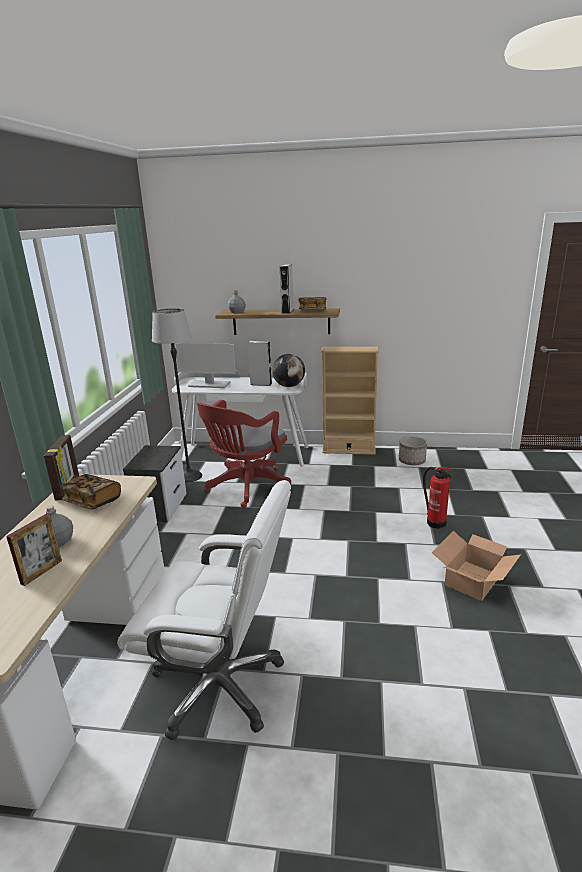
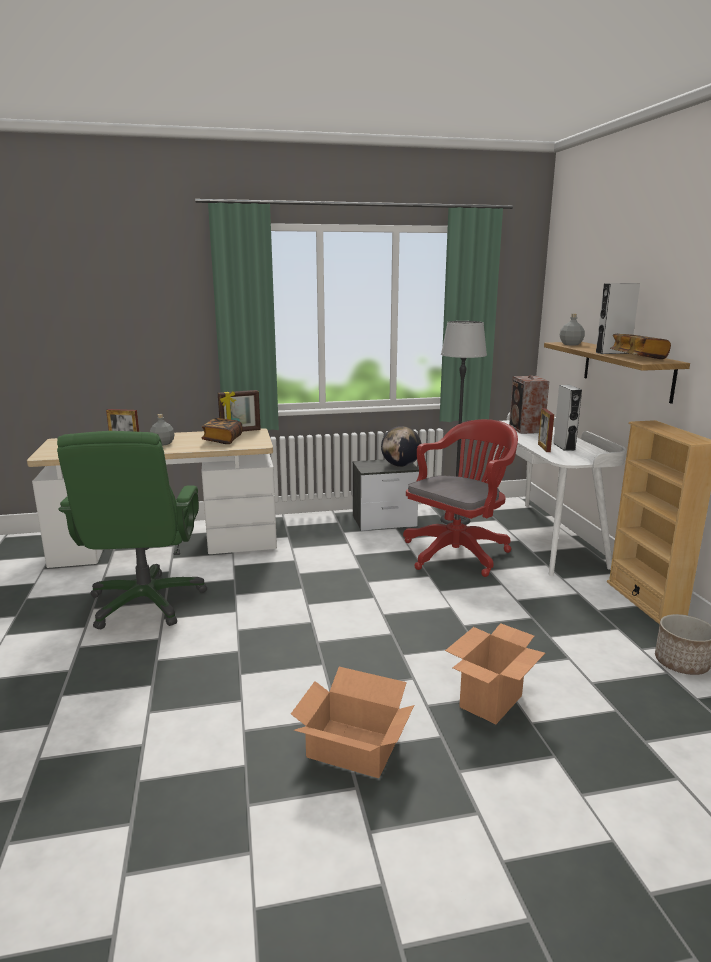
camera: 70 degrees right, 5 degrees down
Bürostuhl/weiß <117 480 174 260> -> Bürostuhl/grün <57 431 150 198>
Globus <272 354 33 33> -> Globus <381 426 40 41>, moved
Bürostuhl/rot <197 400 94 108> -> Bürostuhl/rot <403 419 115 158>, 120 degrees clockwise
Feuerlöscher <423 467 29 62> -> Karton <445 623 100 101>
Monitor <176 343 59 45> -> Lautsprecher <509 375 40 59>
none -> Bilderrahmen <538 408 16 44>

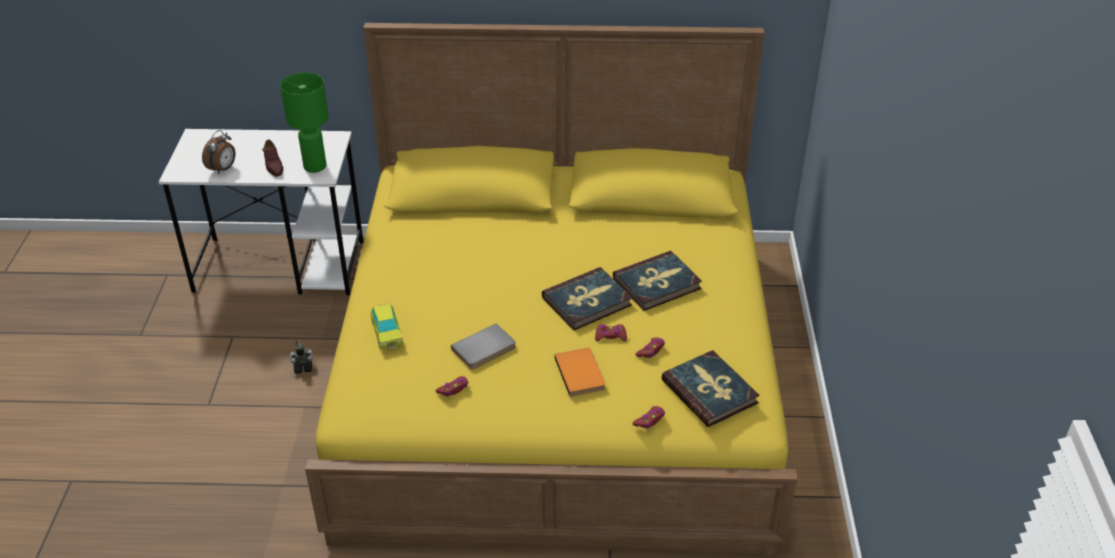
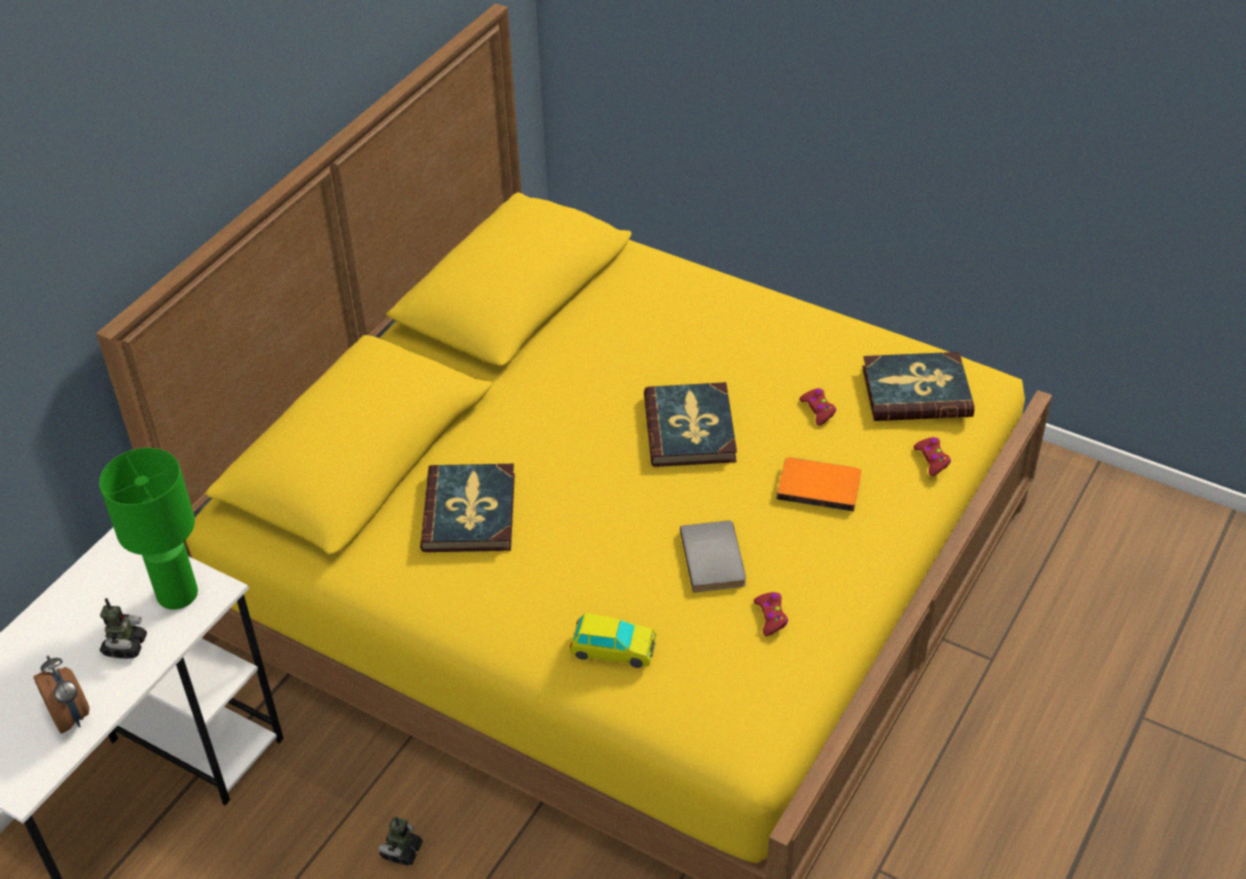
camera: 60 degrees left, 5 degrees up
Schuh/braun <262 139 21 38> -> Spielzeugroboter <100 598 47 61>
Buch <613 251 89 60> -> Buch <420 464 95 88>, moved
Gamepad/rot <595 324 32 18> -> none

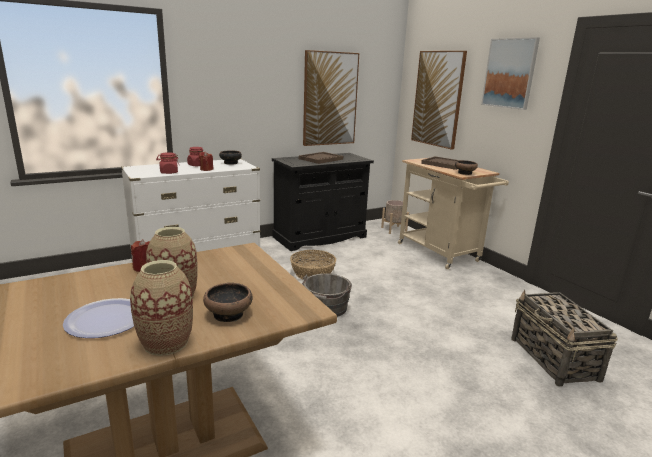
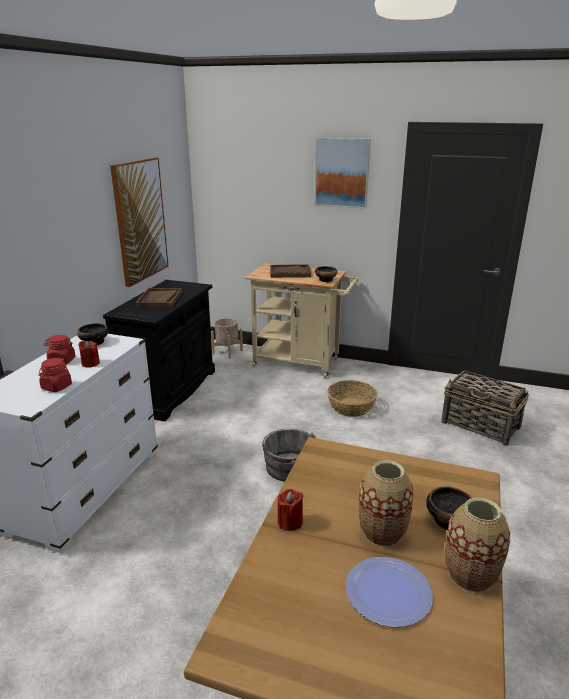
camera: 40 degrees left, 5 degrees up
Korb <290 250 46 30> -> Korb <327 380 50 37>, moved
Bild <411 51 56 99> -> none

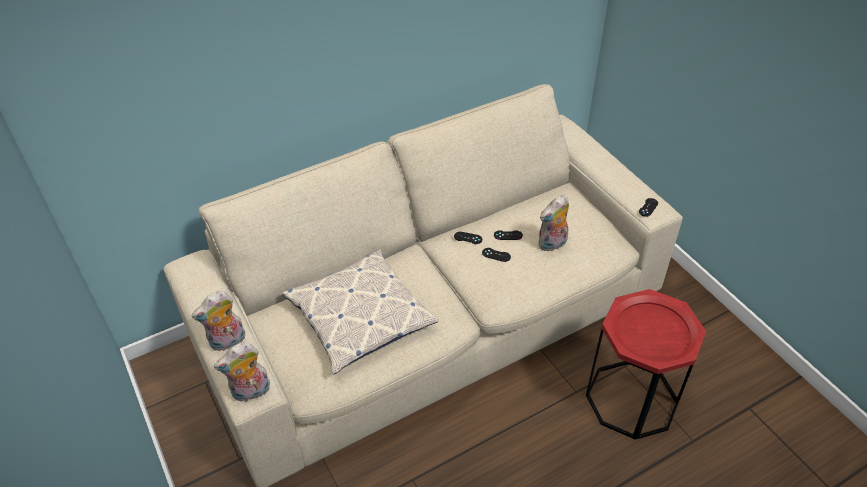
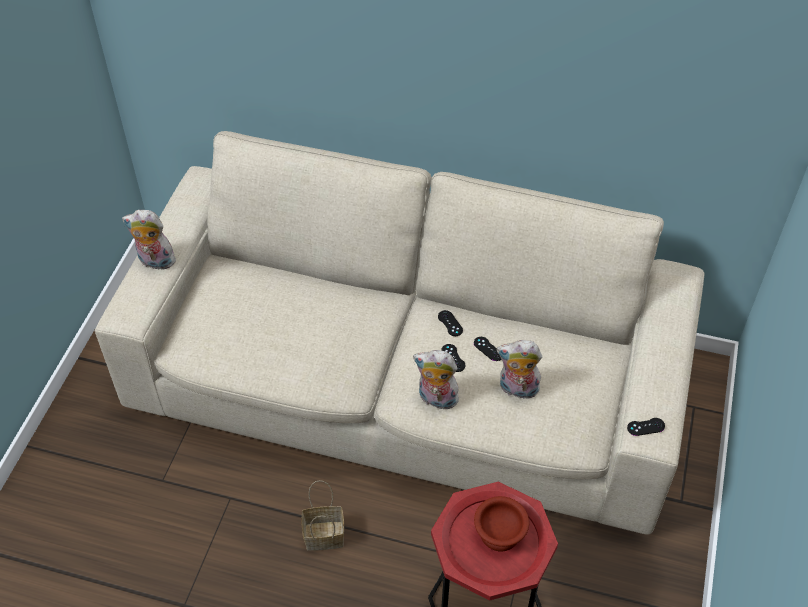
camera: 45 degrees right, 5 degrees up
none -> Korb <302 480 42 70>
Plüschtier <214 342 56 60> -> Plüschtier <413 350 46 59>, moved
none -> Schüssel/braun <474 496 55 55>
Kissen <282 250 157 124> -> none

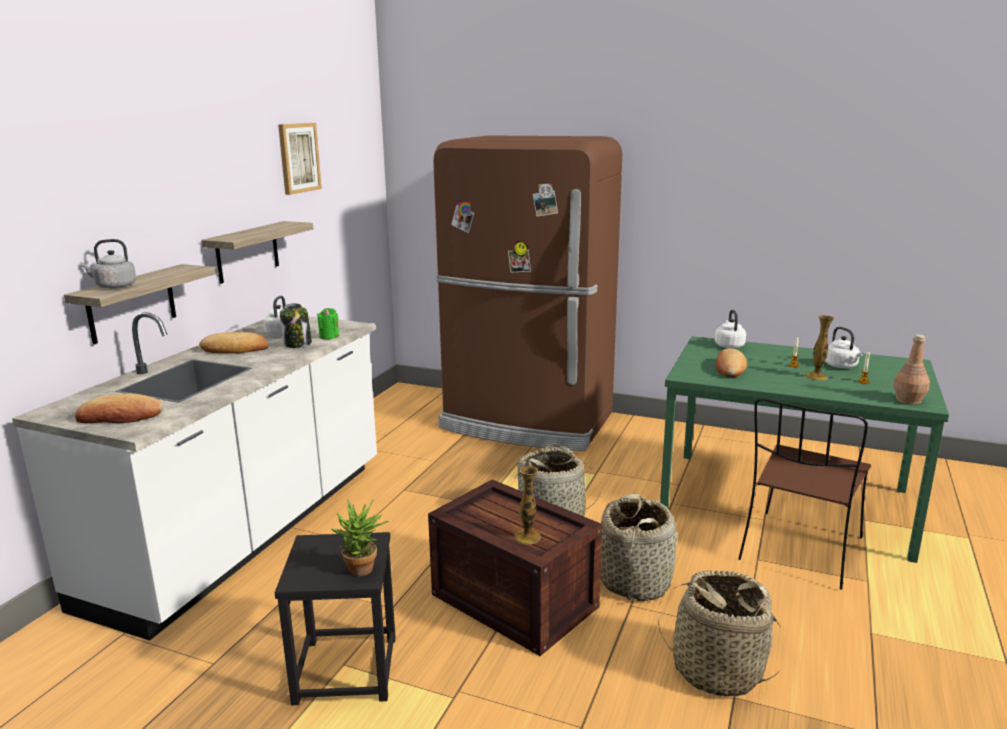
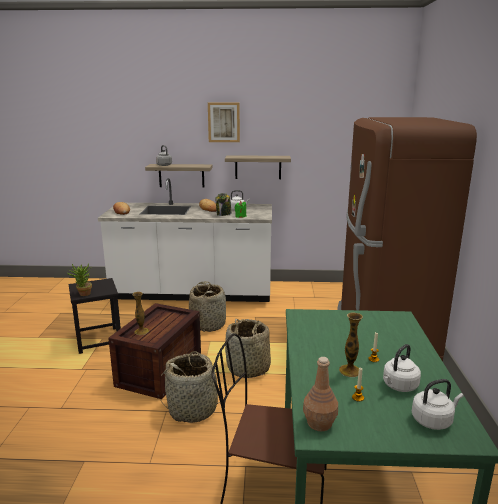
camera: 70 degrees right, 0 degrees up
Korb <657 571 123 126> -> Korb <189 281 37 51>, moved
Bild <278 123 44 72> -> Bild <208 103 32 39>, moved
Wasserkessel/weiß <715 310 31 38> -> Wasserkessel/weiß <412 379 51 51>, moved
Brot <716 348 31 29> -> none

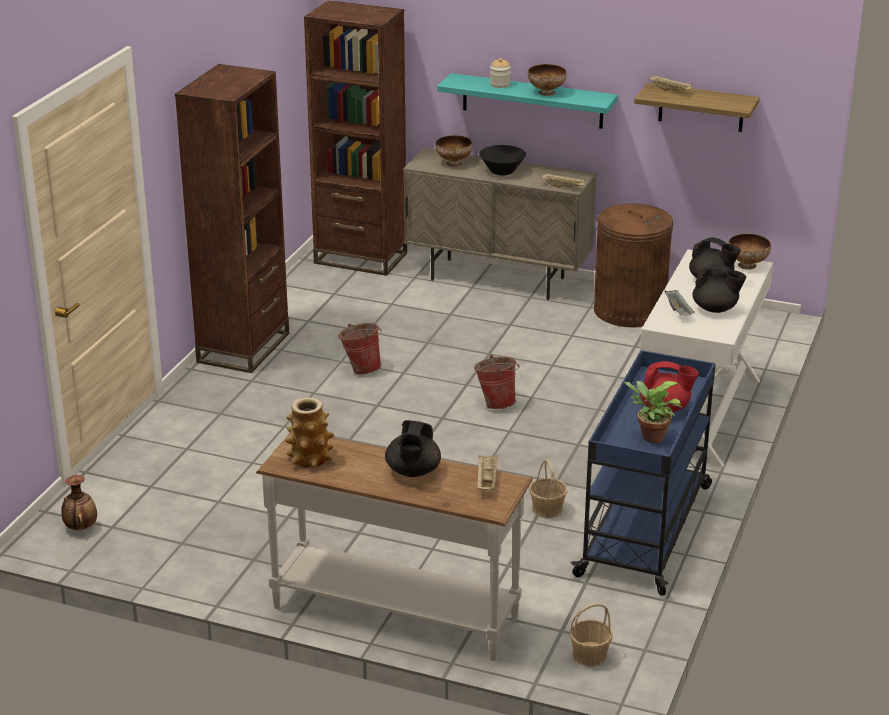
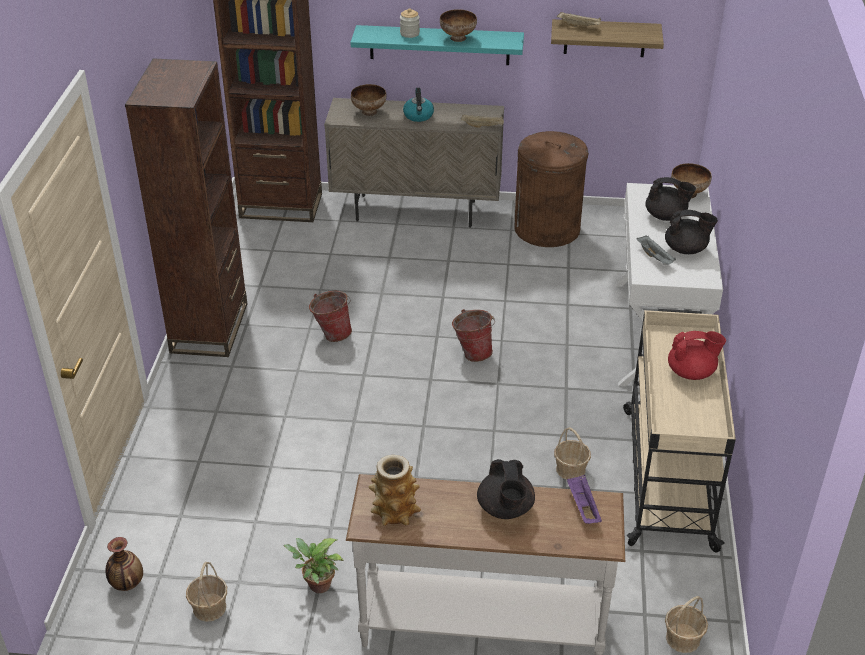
camera: 15 degrees left, 10 degrees up
none -> Korb <186 562 41 60>
Topfpflanze <623 381 59 62> -> Topfpflanze <283 538 60 55>, moved
Schüssel/schwarz <479 145 47 30> -> Wasserkessel <403 88 31 34>
Tablett/beige <477 455 21 35> -> Tablett/lila <567 475 35 49>
Rollwagen/blau <570 350 145 246> -> Rollwagen/beige <623 309 113 244>

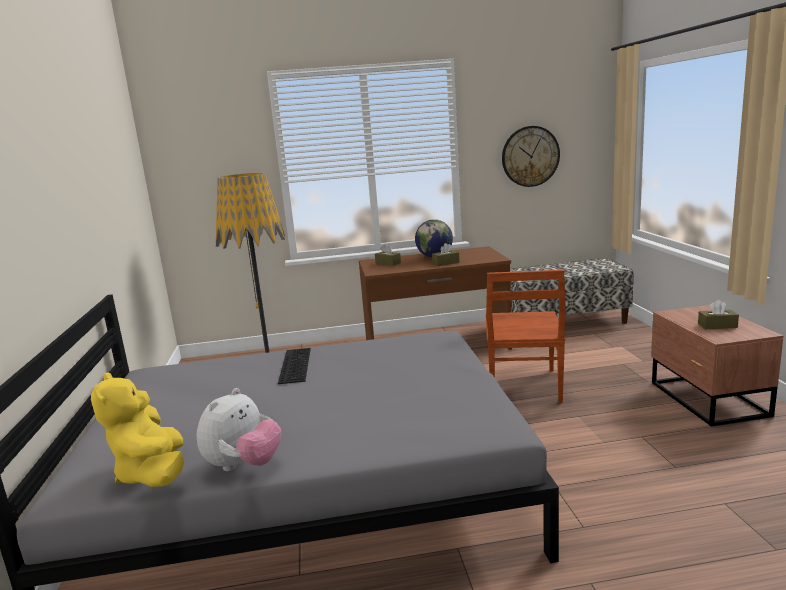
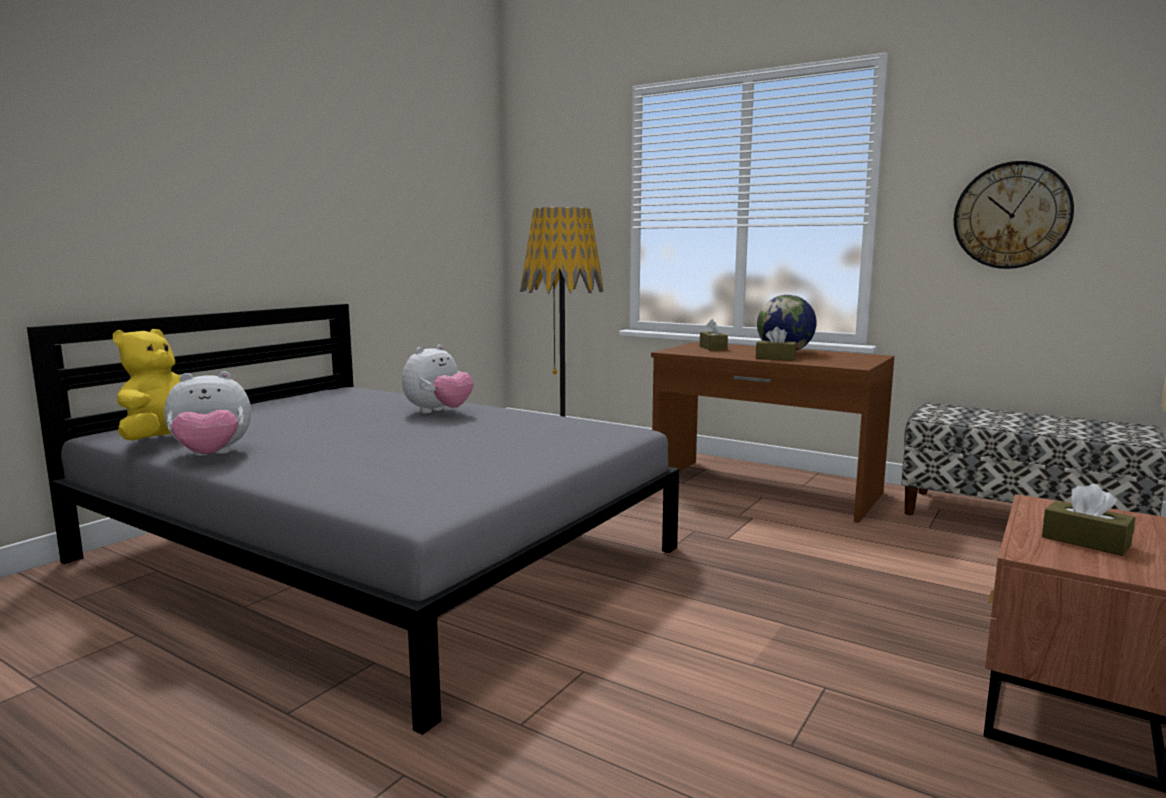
camera: 40 degrees right, 5 degrees down
Tastatur <278 348 33 36> -> Plüschtier <402 344 72 69>
Stuhl/braun <486 270 80 133> -> none

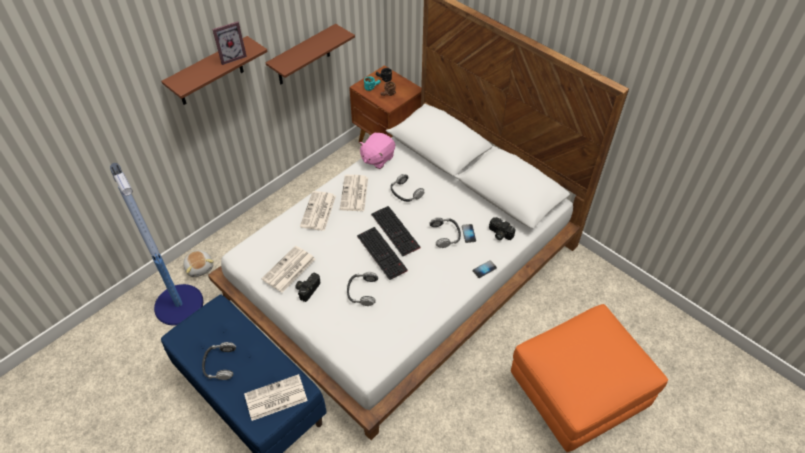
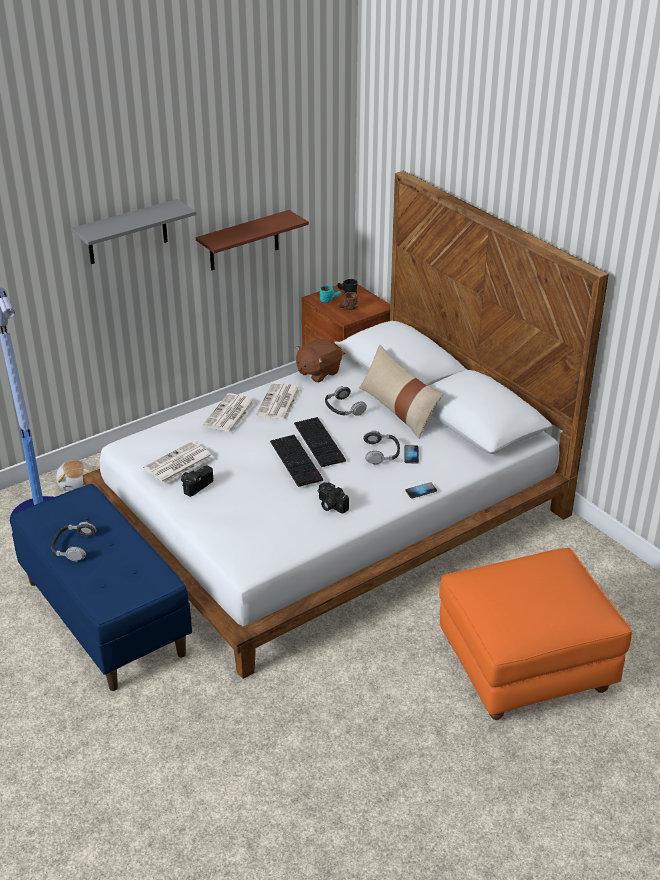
camera: 10 degrees right, 15 degrees down
Wandregal/braun <161 36 107 69> -> Wandregal/grau <71 199 125 65>
Plüschtier/rosa <359 133 36 36> -> Plüschtier/braun <296 339 46 44>
Kamera <489 217 27 23> -> Kamera <318 482 31 32>, moved
none -> Kissen/beige <359 345 84 94>
Bilderrahmen <212 21 35 44> -> none
Zeitung <244 374 64 47> -> none
Kopfhörer <347 272 31 34> -> none

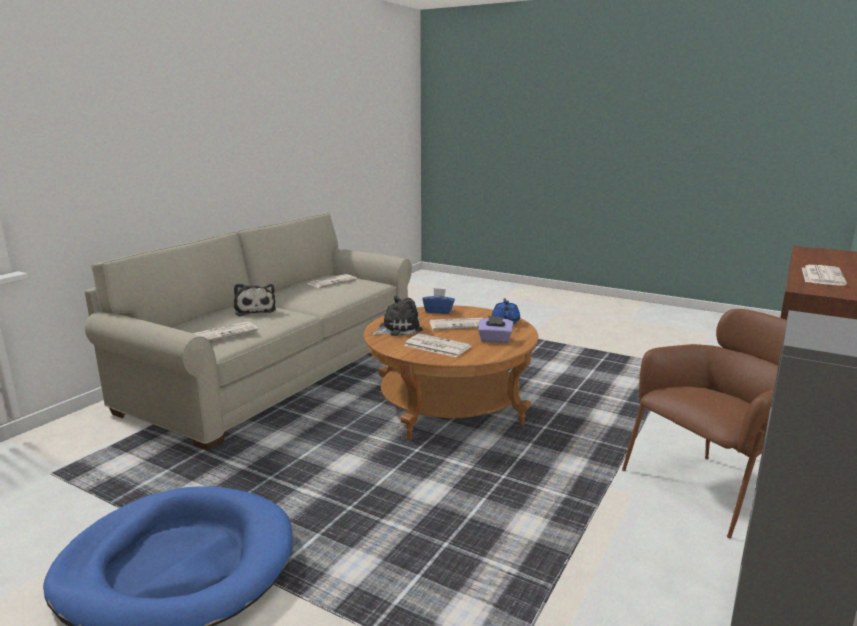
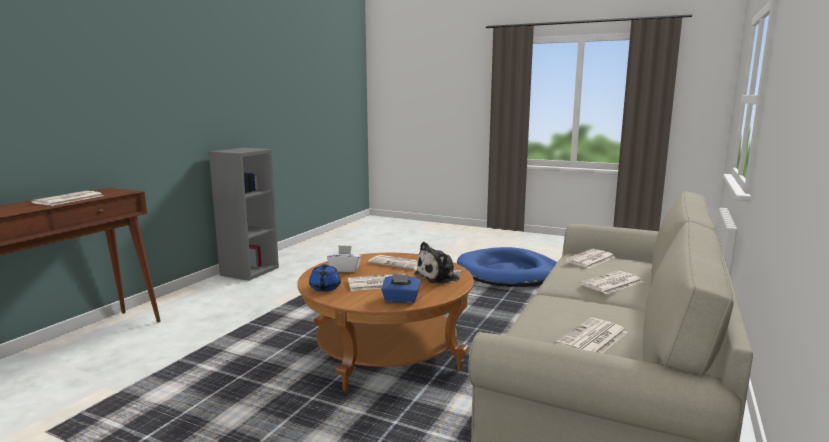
camera: 175 degrees right, 5 degrees down
Taschentuchbox/lila <478 316 35 27> -> Taschentuchbox/weiß <327 245 34 27>
Plüschtier <234 284 42 33> -> Zeitung <580 271 63 23>
Sessel/braun <622 309 165 230> -> none

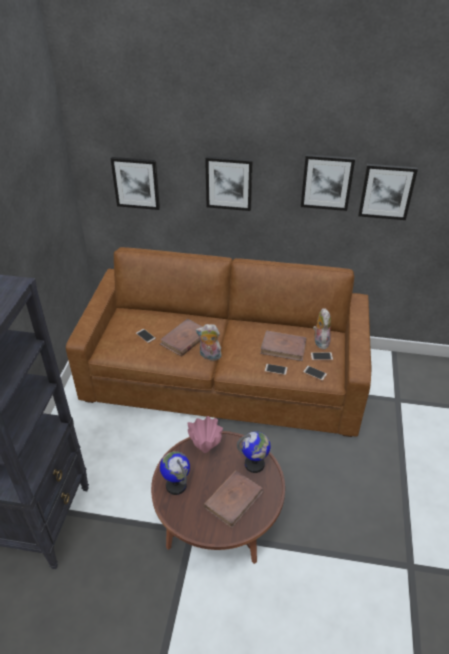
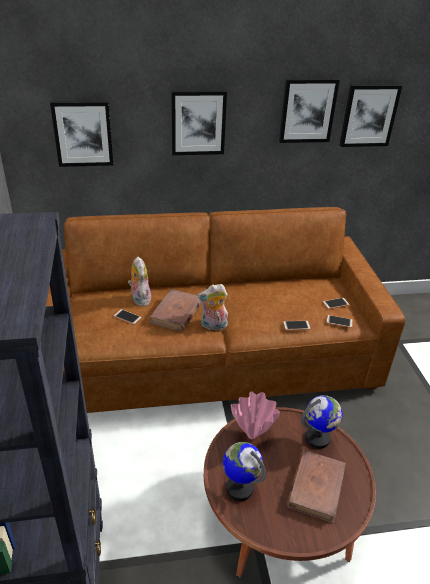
camera: 20 degrees left, 5 degrees down
Plüschtier <313 308 18 41> -> Plüschtier <128 256 23 50>, moved
Buch/braun <260 330 47 31> -> none

